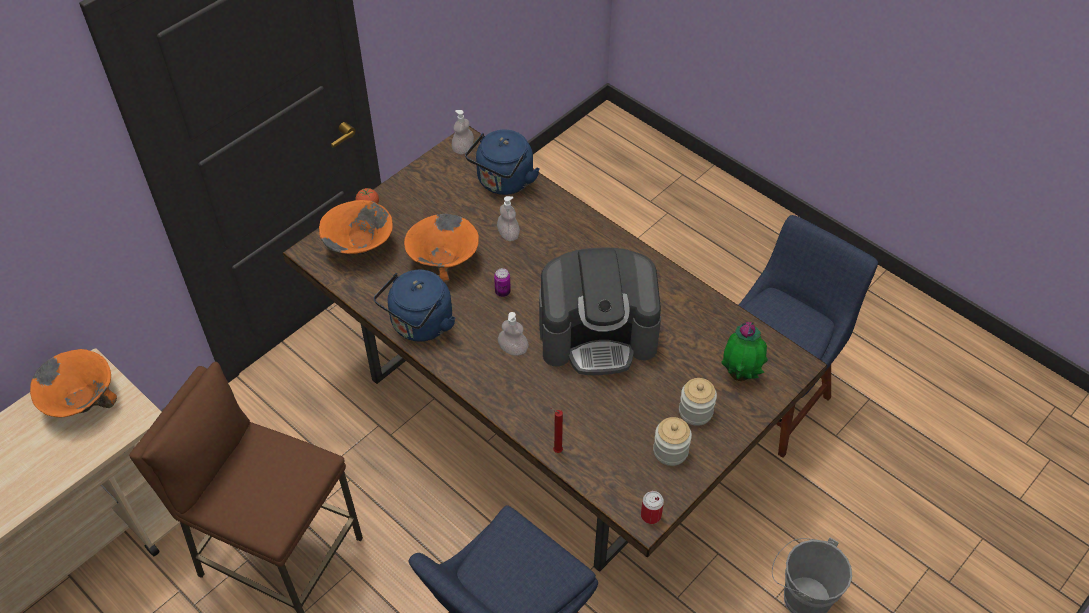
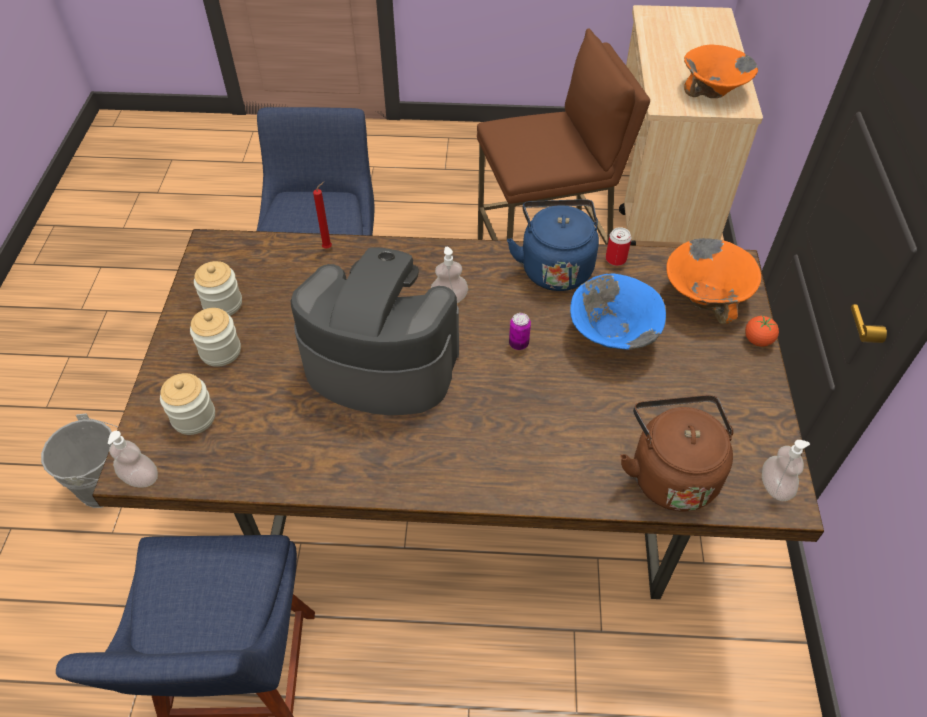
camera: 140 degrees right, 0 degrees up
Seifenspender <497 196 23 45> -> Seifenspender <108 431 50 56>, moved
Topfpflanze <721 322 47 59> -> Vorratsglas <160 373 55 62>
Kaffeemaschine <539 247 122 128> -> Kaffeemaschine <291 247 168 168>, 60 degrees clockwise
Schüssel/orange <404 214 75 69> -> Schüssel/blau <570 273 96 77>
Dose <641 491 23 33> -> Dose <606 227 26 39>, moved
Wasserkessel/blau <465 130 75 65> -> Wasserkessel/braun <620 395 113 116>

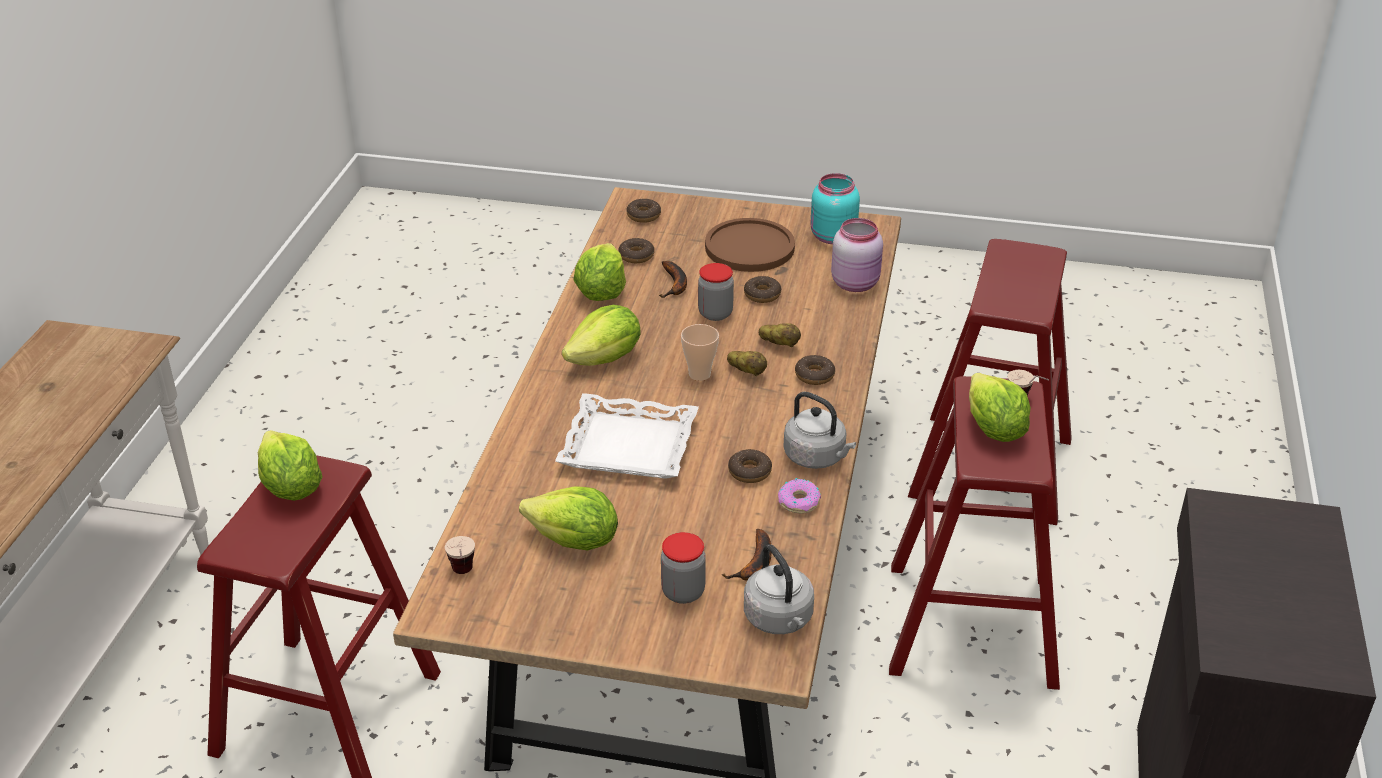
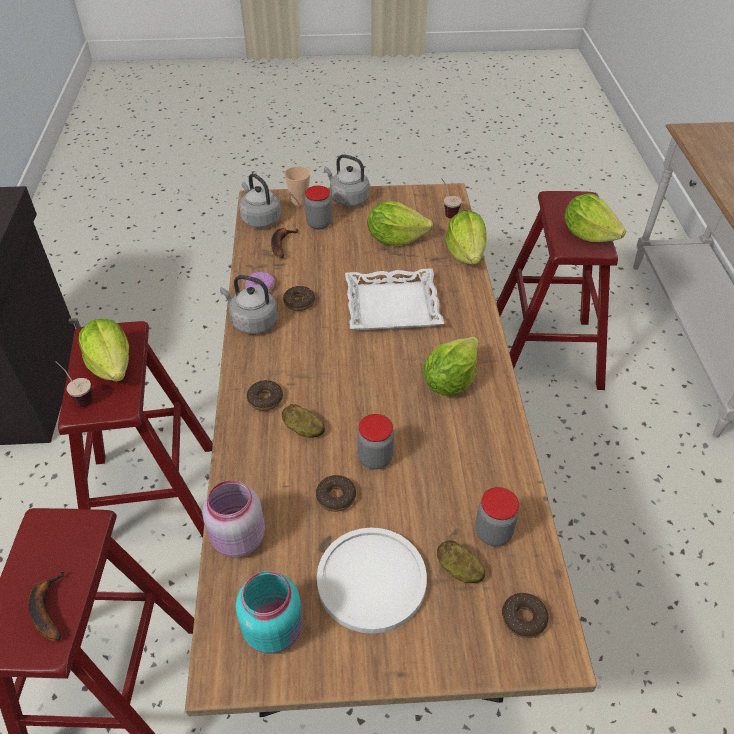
camera: 165 degrees right, 10 degrees up
Banane <659 261 28 37> -> Banane <28 571 36 70>, moved
Tasse <681 324 38 57> -> Tasse <284 166 26 40>, moved
Teller/braun <705 218 90 54> -> Teller/weiß <317 528 110 106>
none -> Wasserkessel/grau <324 154 45 53>
Kartoffel <727 351 40 25> -> Kartoffel <437 540 48 43>, moved
Salatkopf <573 243 53 58> -> Salatkopf <446 211 41 54>, moved
Donut <618 238 36 25> -> Vorratsglas <475 487 44 59>

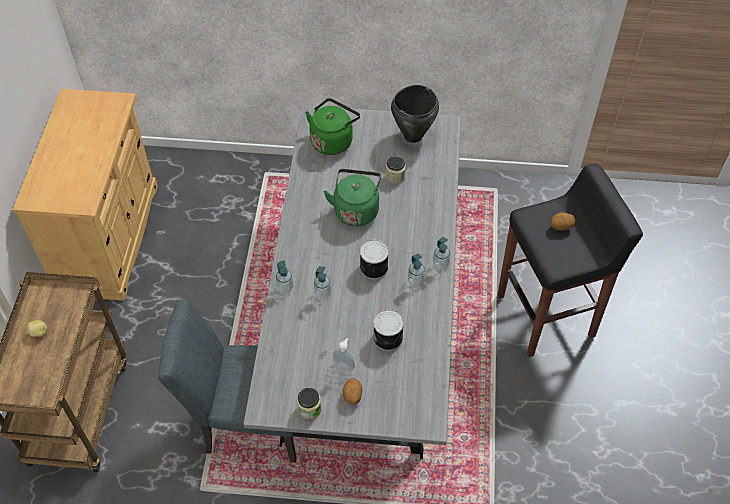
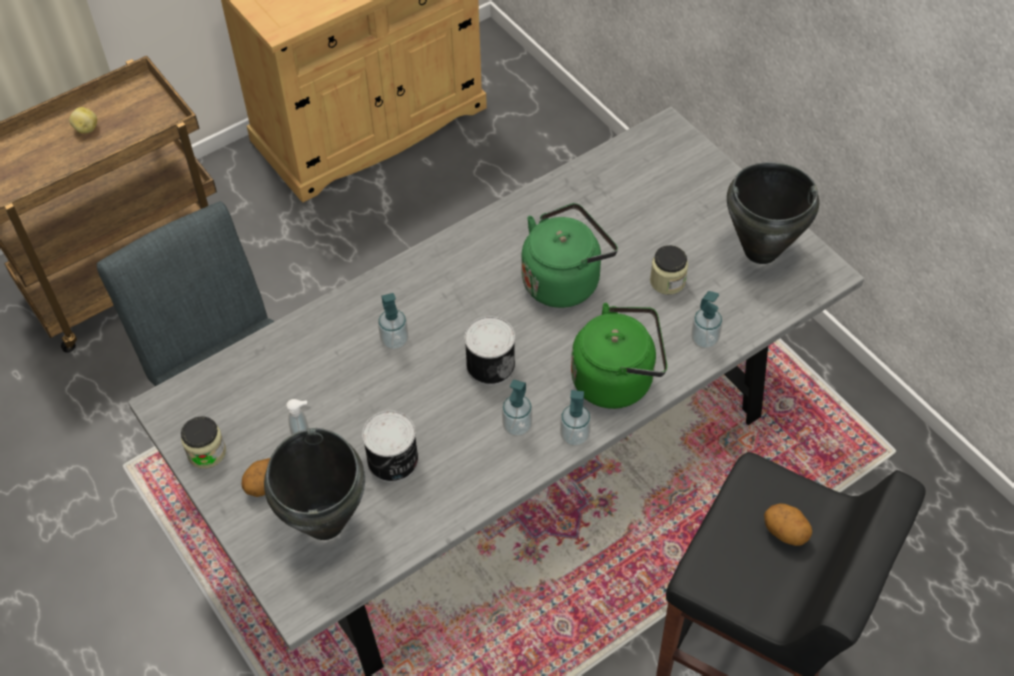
camera: 50 degrees right, 0 degrees up
none -> Kochtopf/schwarz <264 428 101 112>
Wasserkessel/grün <305 98 55 57> -> Wasserkessel/grün <571 303 96 106>, moved
Seifenspender <276 260 17 33> -> Seifenspender <691 291 32 57>, moved

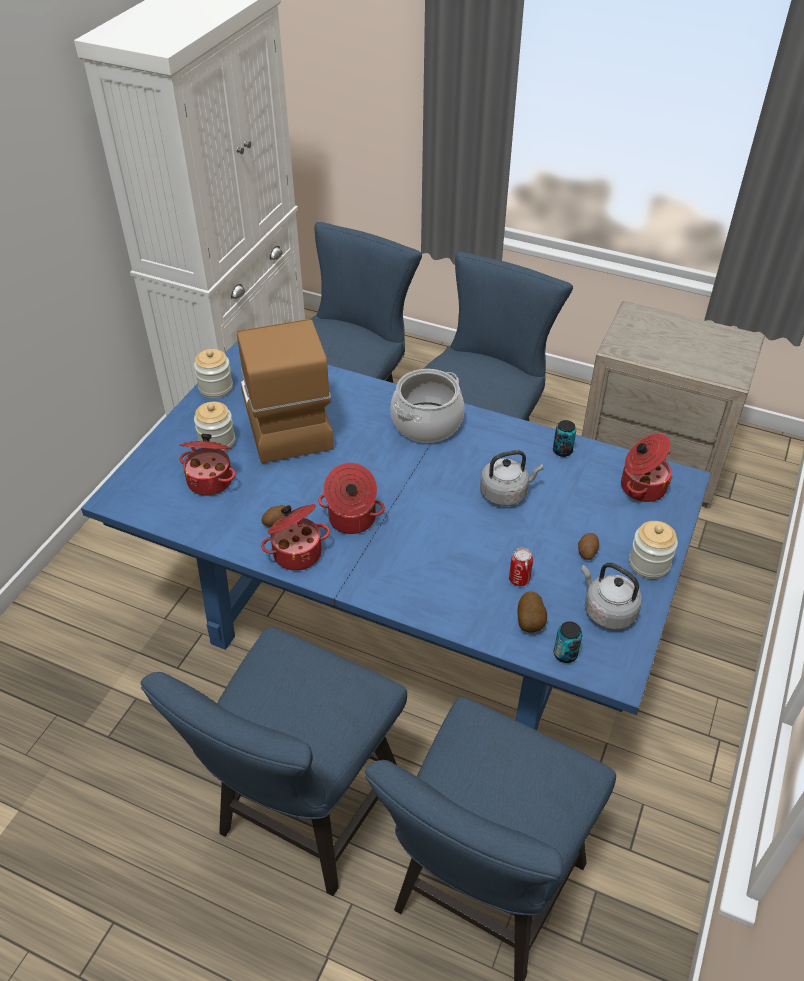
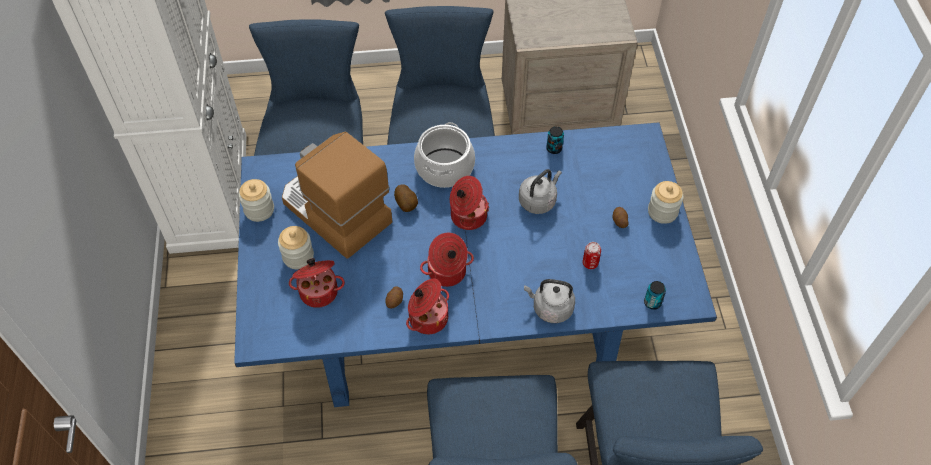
camera: 30 degrees left, 10 degrees up
Kartoffel <518 592 29 40> -> Kartoffel <394 184 24 28>, moved
Kochtopf <621 434 52 68> -> Kochtopf <450 176 39 54>, moved
Wasserkessel/grau <581 563 61 67> -> Wasserkessel/grau <524 279 51 44>, moved

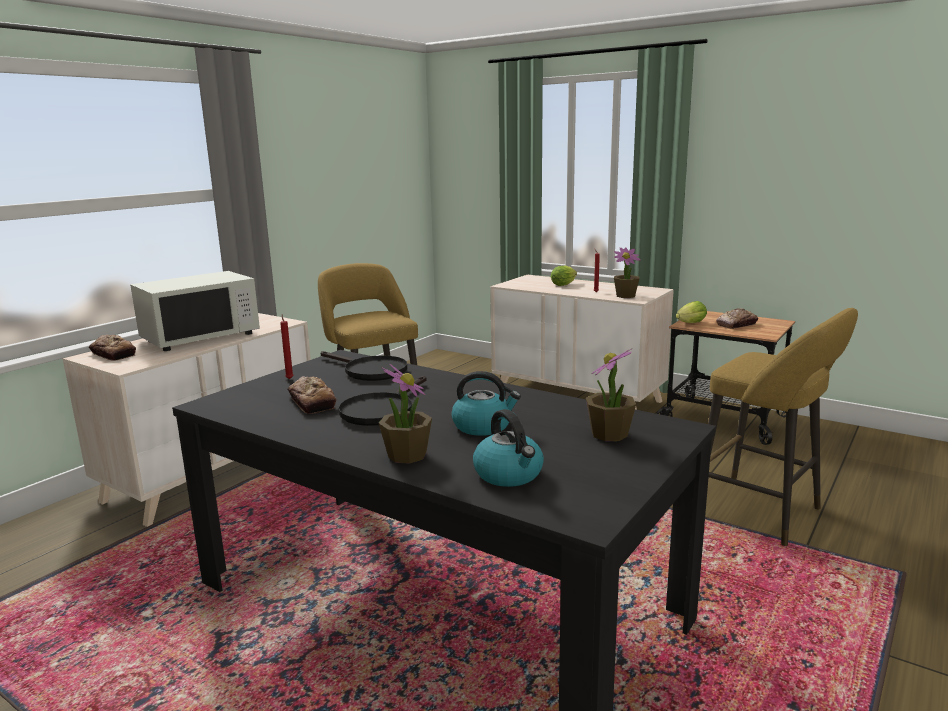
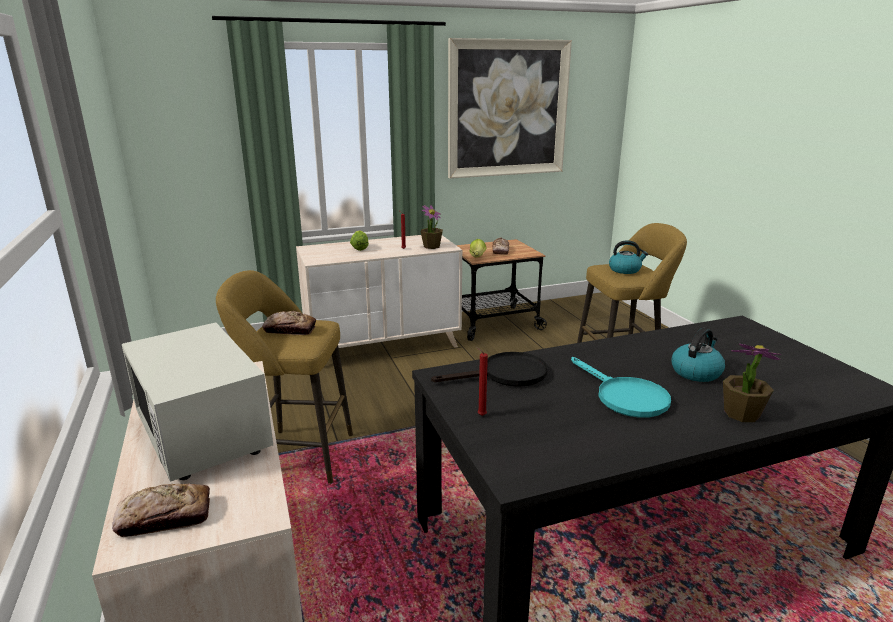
camera: 55 degrees left, 5 degrees up
Mikrowelle/weiß <130 271 130 80> -> Mikrowelle/weiß <122 322 151 160>, 150 degrees clockwise
Brot <287 376 50 38> -> Brot <263 311 53 24>, moved
none -> Bild <448 38 124 141>
Pfanne/schwarz <338 376 88 50> -> Pfanne/türkis <571 357 100 61>
Wasserkessel <473 409 71 78> -> Wasserkessel <609 240 39 34>, moved
Topfpflanze <586 348 50 93> -> none

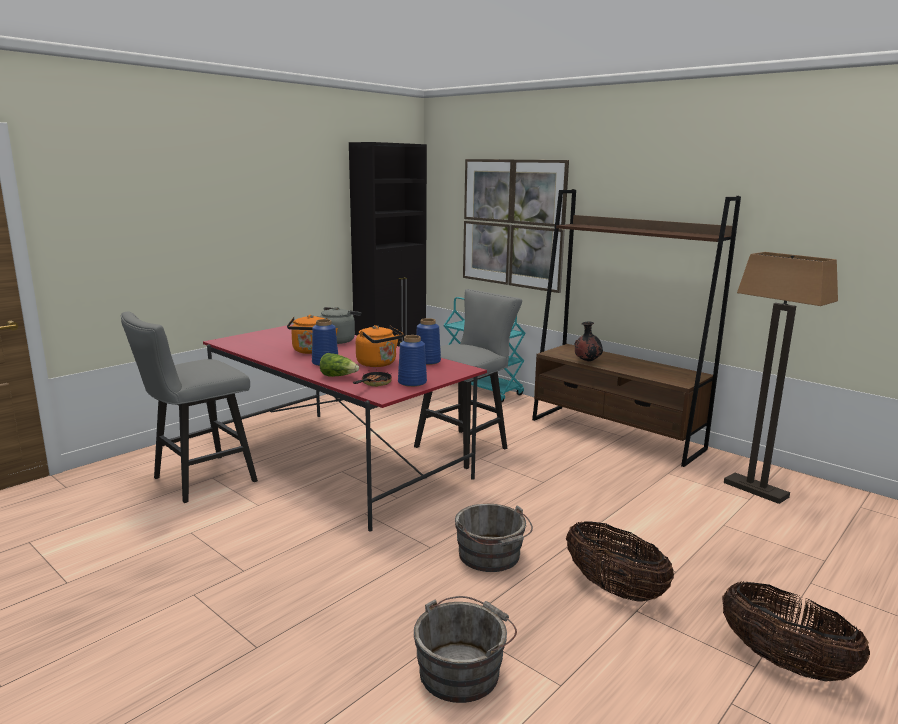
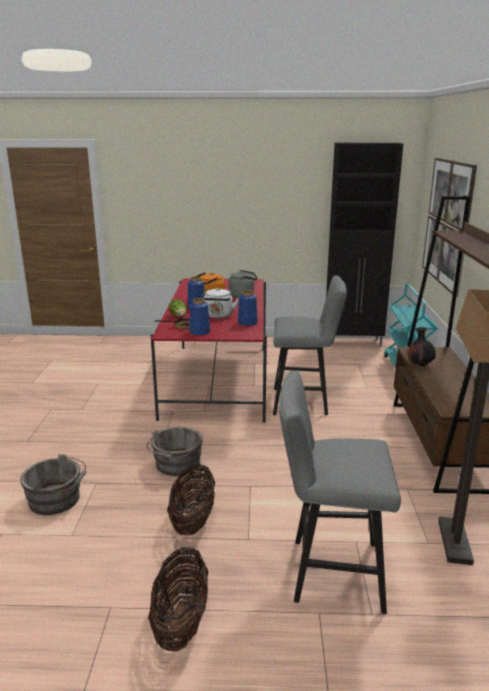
camera: 50 degrees right, 5 degrees up
Wasserkessel/orange <356 325 48 42> -> Wasserkessel/weiß <201 288 38 30>
Hocker/grau <121 312 137 191> -> Hocker/grau <279 371 122 243>, moved

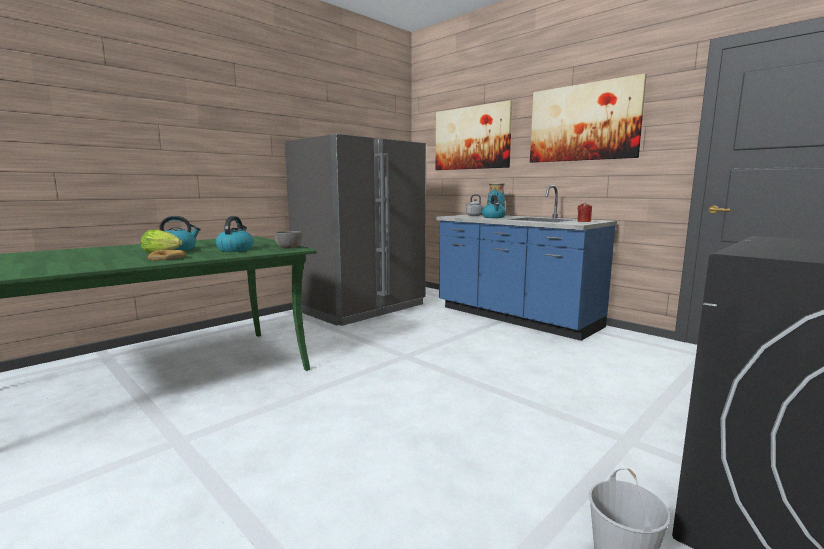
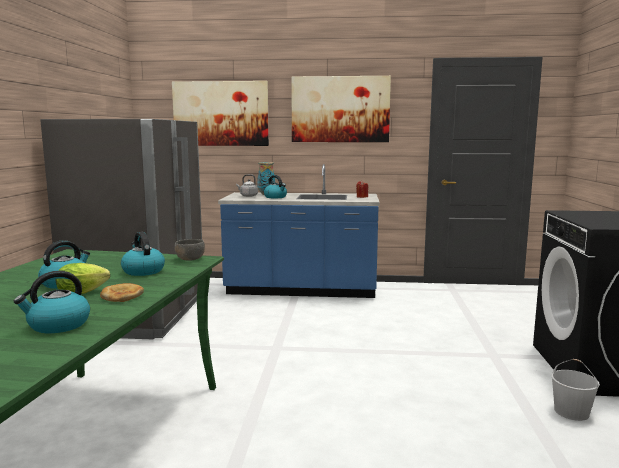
camera: 40 degrees left, 0 degrees up
none -> Wasserkessel <14 271 76 62>

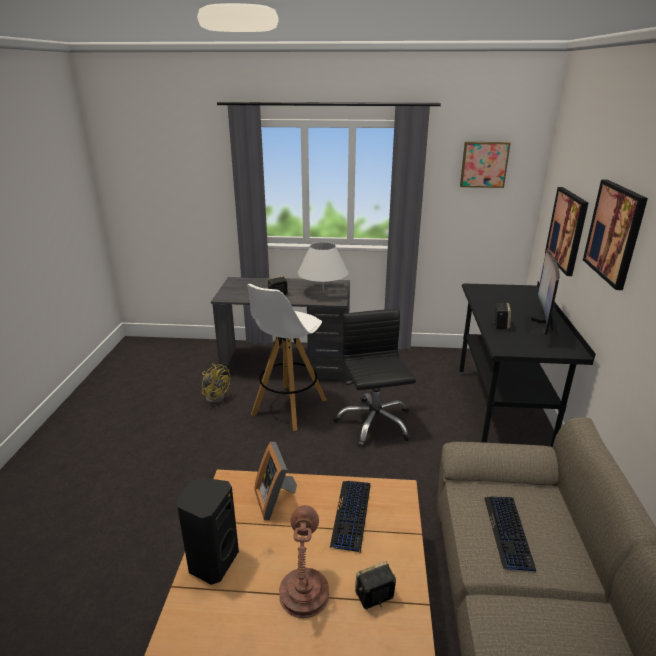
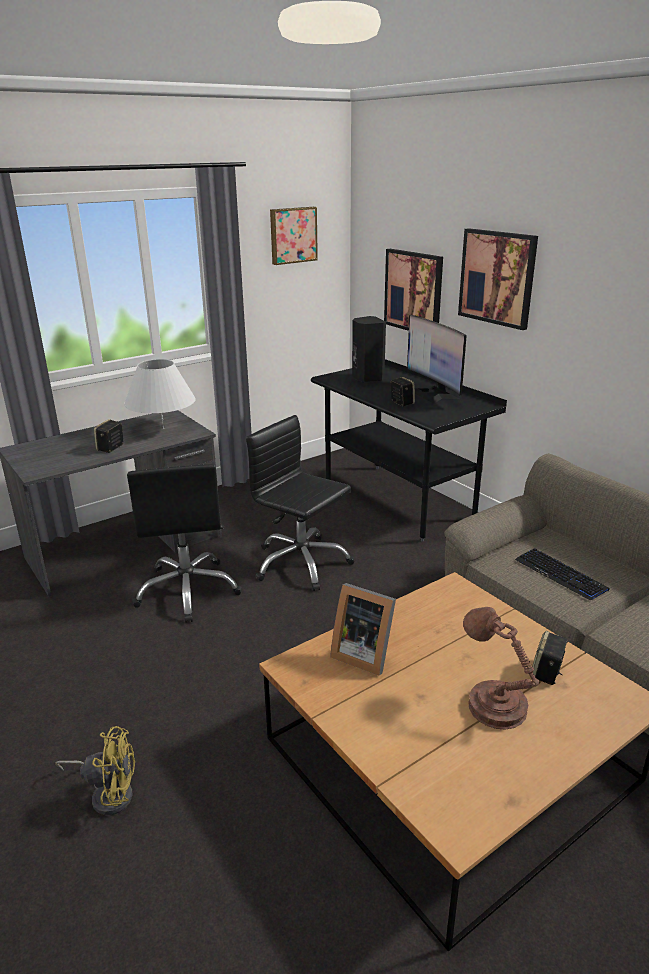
camera: 40 degrees left, 0 degrees up
Ventilator/gelb <202 364 28 40> -> Ventilator/gelb <55 726 80 89>, moved
Hocker/weiß <247 284 80 147> -> Bürostuhl/schwarz <127 464 115 159>
Lautsprecher/schwarz <177 477 62 108> -> Lautsprecher/schwarz <352 316 34 66>, moved
Tastatur <330 481 40 72> -> none

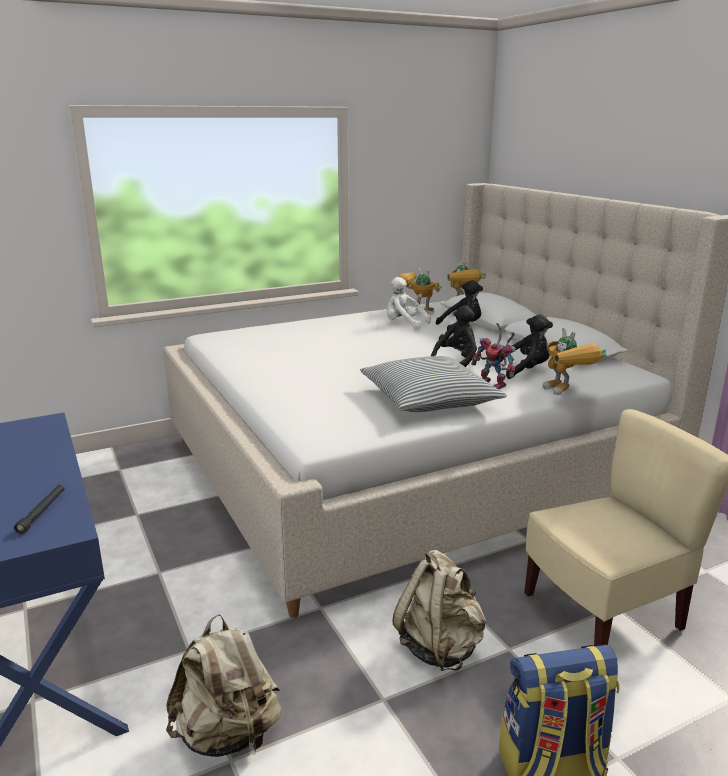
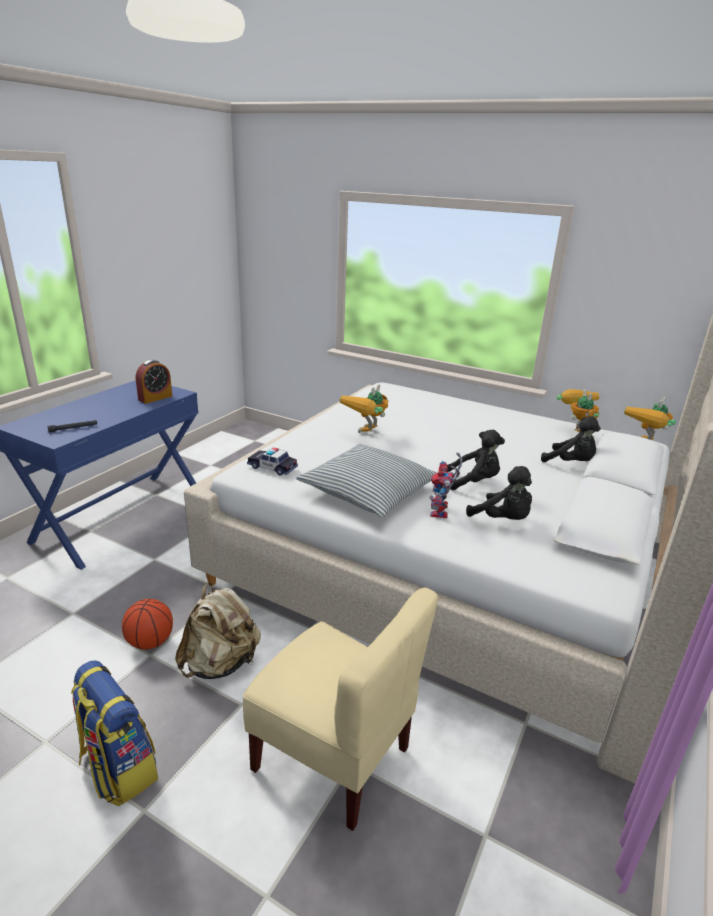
camera: 55 degrees right, 5 degrees up
none -> Basketball <122 599 51 51>
none -> Wecker <136 360 36 44>
none -> Spielzeugauto <247 447 51 29>
Spielzeugroboter <543 328 64 67> -> Spielzeugroboter <339 384 49 49>, moved
Rucksack/beige <166 614 116 143> -> none
Plüschtier/weiß <387 277 44 53> -> none

